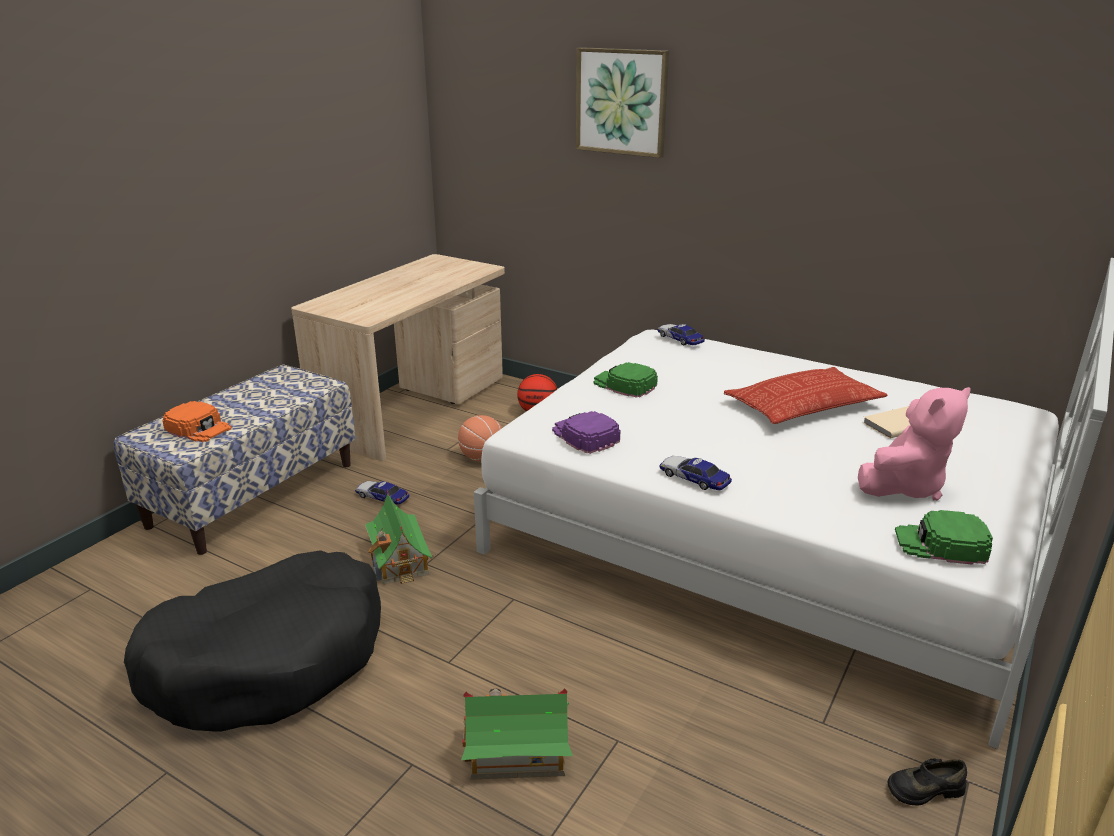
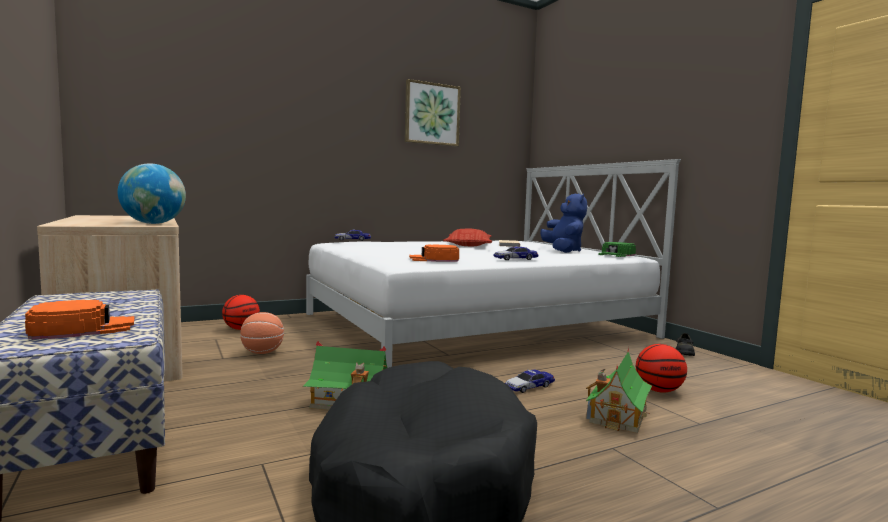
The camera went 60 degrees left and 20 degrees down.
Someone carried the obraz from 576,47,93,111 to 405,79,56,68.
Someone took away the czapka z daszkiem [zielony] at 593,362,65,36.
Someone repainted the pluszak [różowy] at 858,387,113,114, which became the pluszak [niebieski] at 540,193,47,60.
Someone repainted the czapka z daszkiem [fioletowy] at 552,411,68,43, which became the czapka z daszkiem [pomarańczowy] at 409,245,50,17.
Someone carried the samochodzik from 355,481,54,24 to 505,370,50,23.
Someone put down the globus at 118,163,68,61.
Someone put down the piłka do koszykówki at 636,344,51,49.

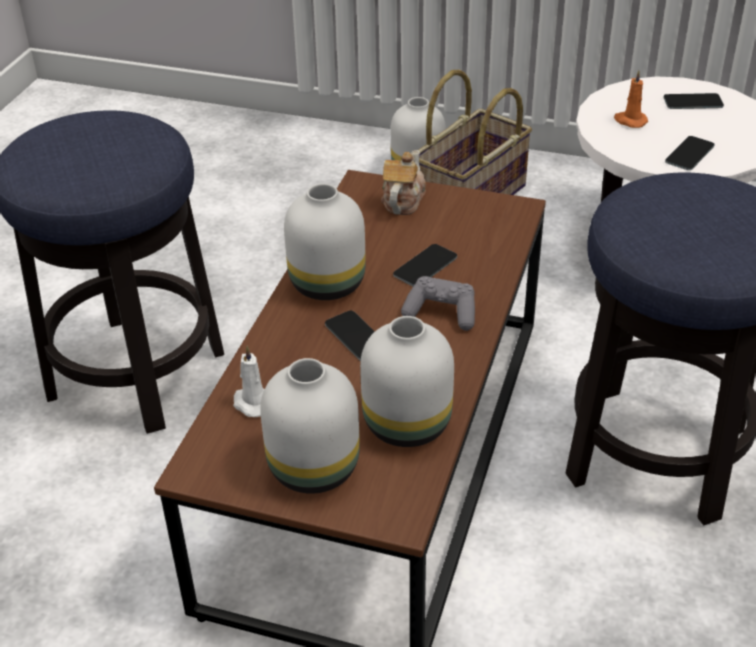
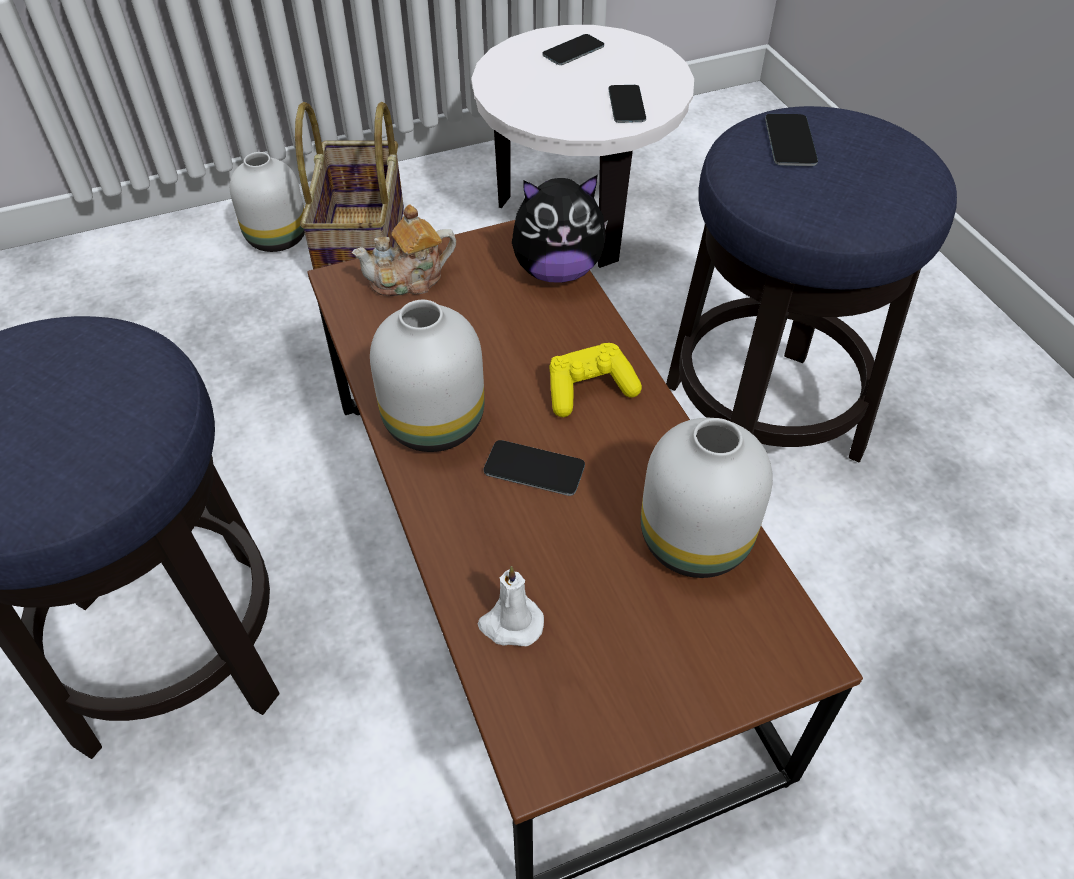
The camera went 40 degrees left and 10 degrees up.
Someone took away the świeca [pomarańczowy] at 614,70,34,58.
Someone rotated the imbryk at 381,150,45,65 by 90 degrees counterclockwise.
Someone carried the telefon from 393,244,64,42 to 765,114,53,52.
Someone repainted the pad do gier [szary] at 401,276,74,55, which became the pad do gier [żółty] at 549,343,93,74.
Someone took away the wazon [biały] at 260,358,100,136.
Someone put down the pluszak at 512,175,97,108.

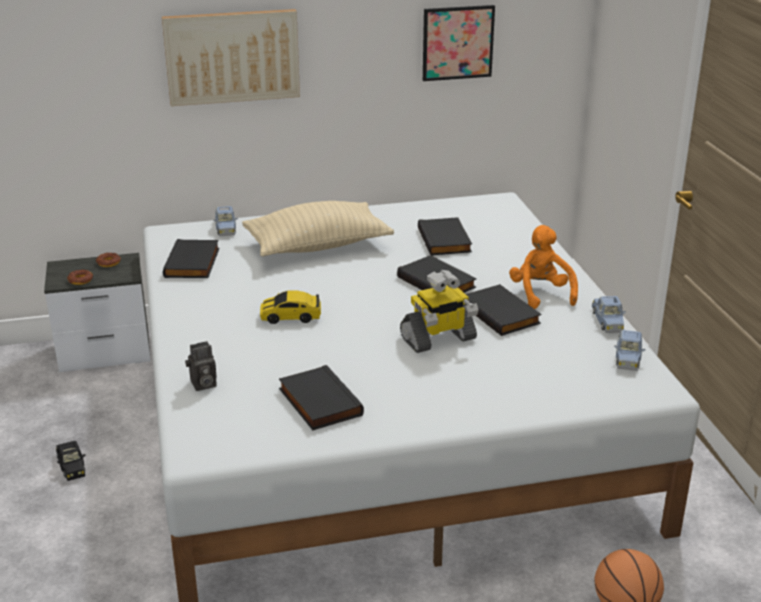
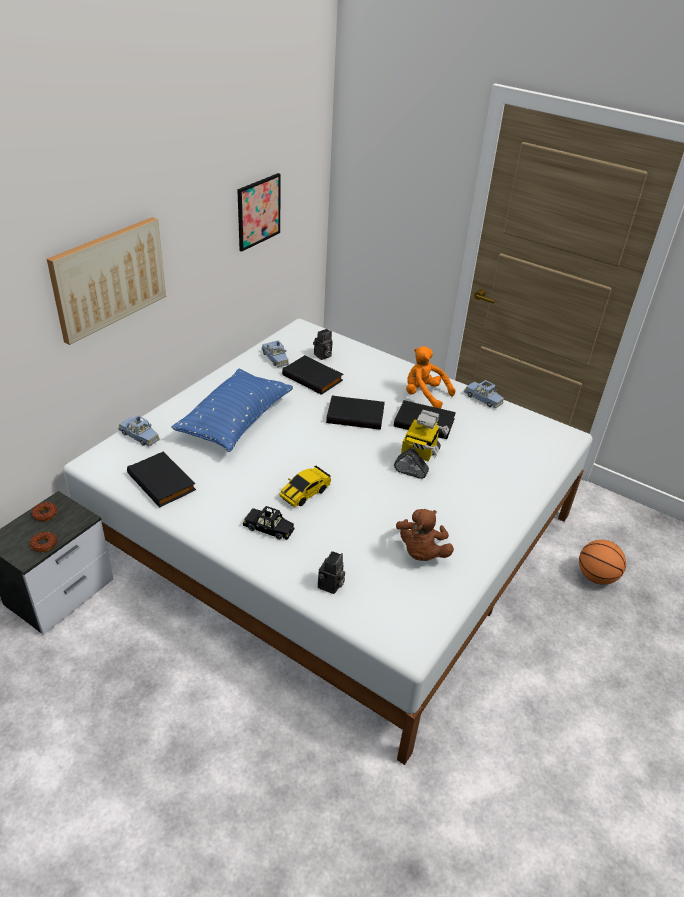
The camera went 45 degrees left and 10 degrees up.
Someone repainted the poduszka [beżowy] at 242,201,152,55, which became the poduszka [niebieski] at 171,368,122,84.
Someone carried the samochodzik [niebieski] from 614,330,31,41 to 261,340,28,27.
Someone swapped the książka [czarny] at 279,365,85,65 for the pluszak [brązowy] at 396,509,58,52.
Someone carried the samochodzik [czarny] from 56,441,29,40 to 243,506,51,34.
Someone put down the aparat fotograficzny at 313,329,20,31.

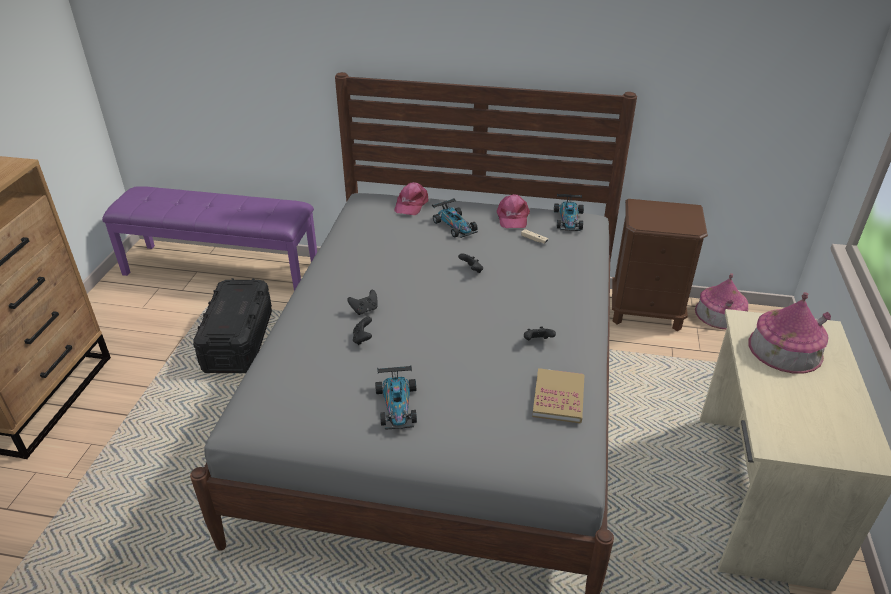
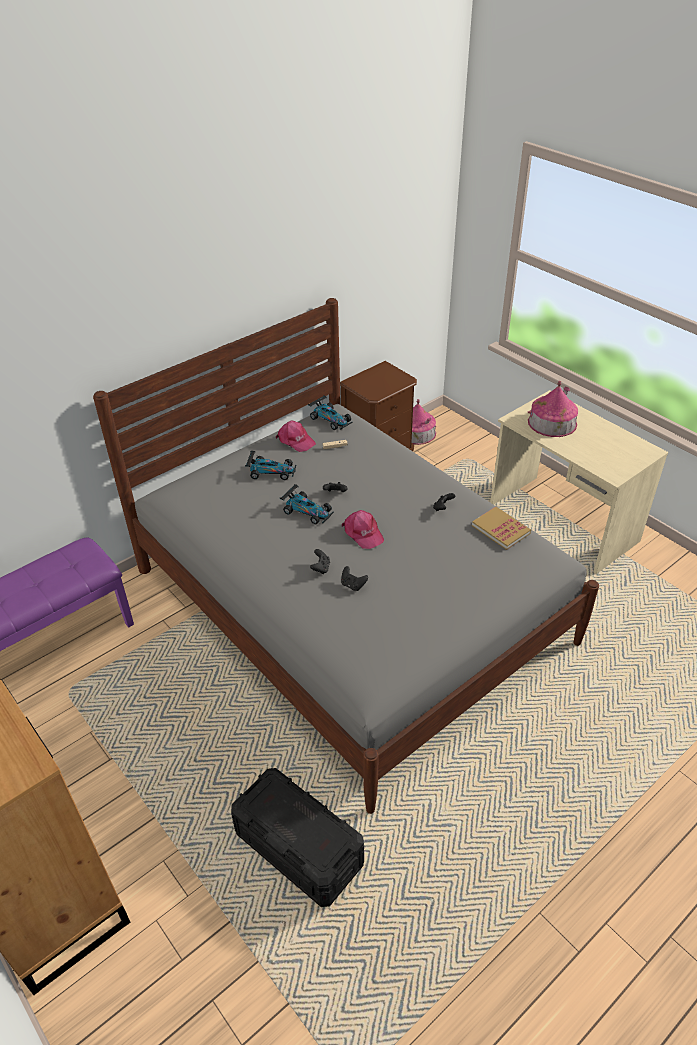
The camera went 50 degrees left and 5 degrees up.
Someone carried the czapka z daszkiem [różowy] from 394,182,35,33 to 342,510,42,39.
Someone carried the pojemnik do przechowywania [czarny] from 193,278,79,95 to 231,768,133,139.
Someone carried the samochodzik from 375,366,42,64 to 280,484,54,40.

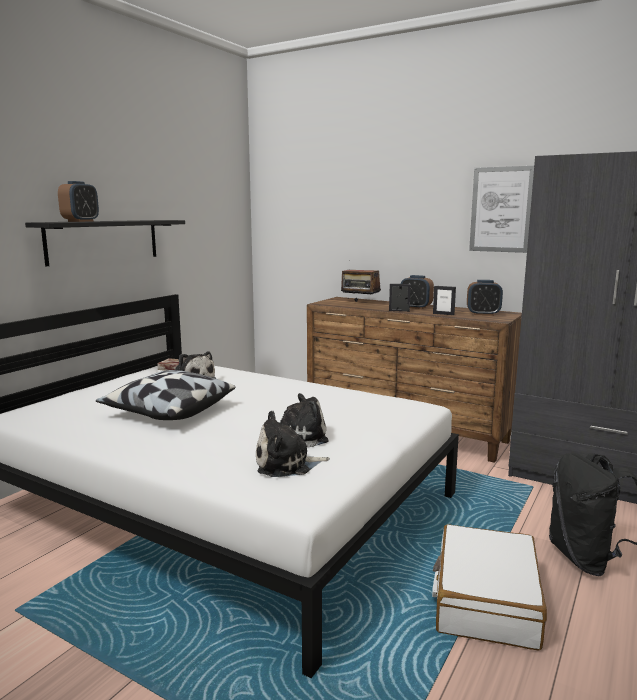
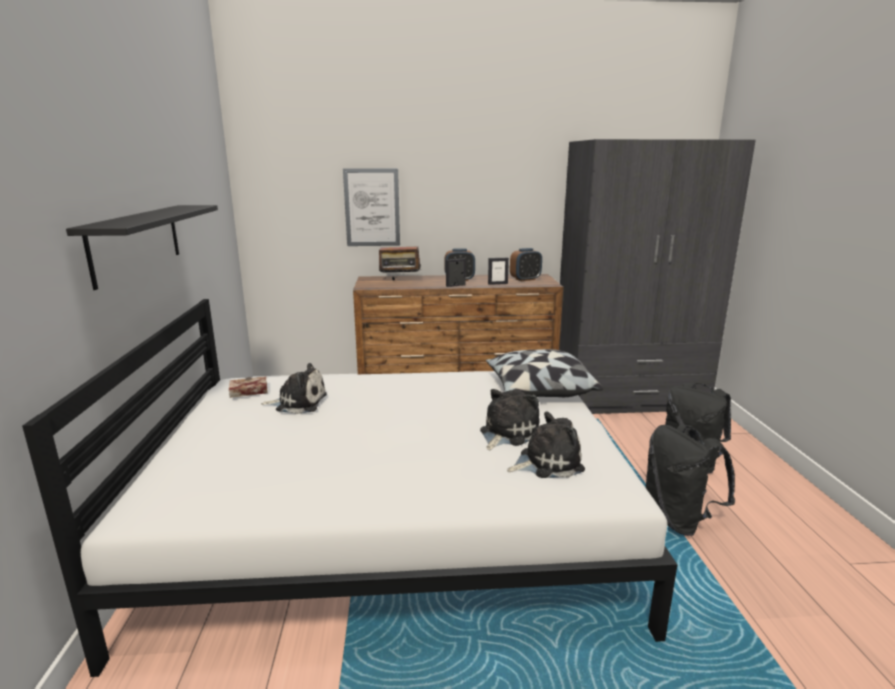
The camera went 35 degrees left and 5 degrees up.
Someone carried the obraz from 469,166,65,87 to 343,168,57,78.
Someone took away the budzik at 58,181,41,41.
Someone carried the poduszka from 96,370,139,50 to 486,349,117,48.
Someone rotated the pluszak at 256,411,74,66 by 150 degrees counterclockwise.
Someone swapped the walizka [biały] at 432,524,115,127 for the plecak [czarny] at 646,424,89,112.

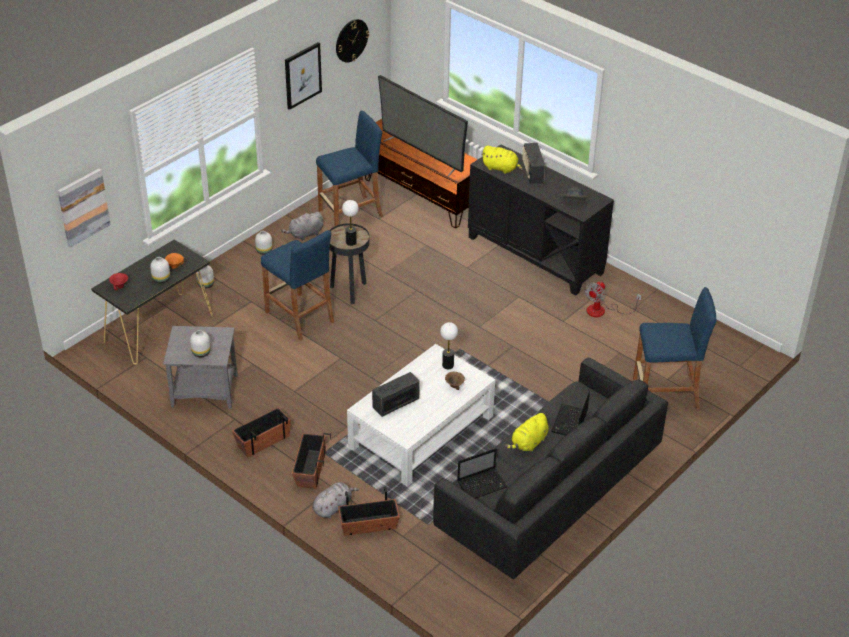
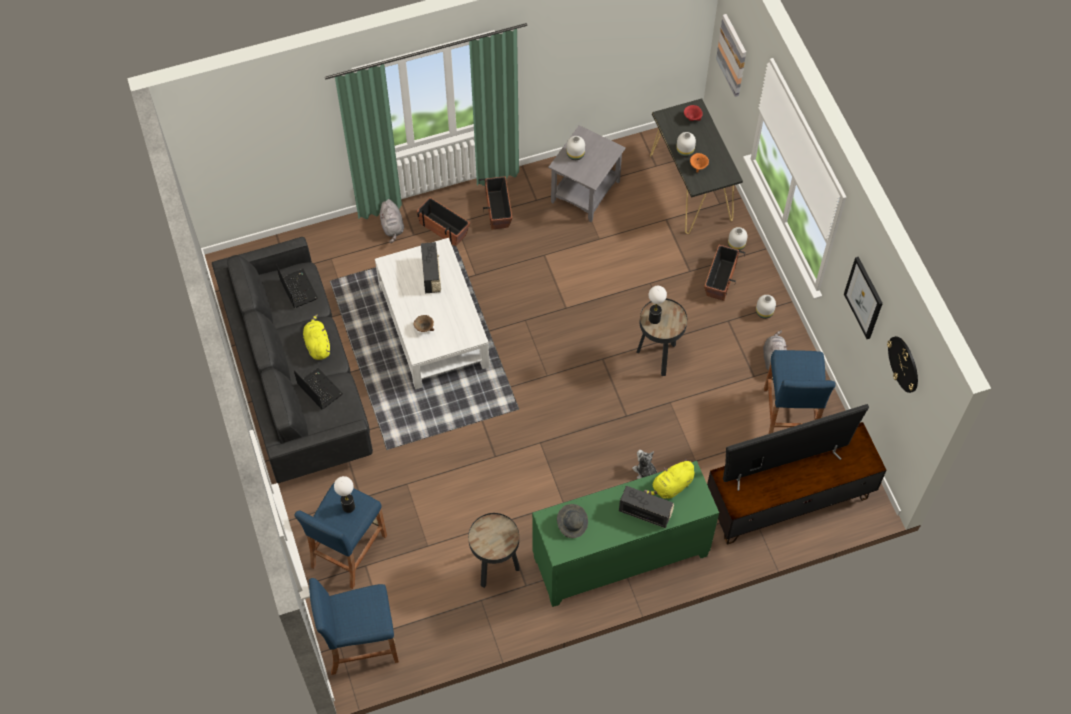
The camera went 120 degrees right and 20 degrees up.
Someone repainted the szafka [czarny] at 468,144,146,152, which became the szafka [zielony] at 532,461,187,146.
Someone carried the stołek [niebieski] from 261,230,73,111 to 309,578,90,97.
Someone swapped the wentylator at 584,281,58,36 for the stolik [czarny] at 468,513,52,75.
Someone carried the lampa stołowa from 440,322,18,47 to 334,476,21,37.
Someone rotated the laptop at 457,448,51,50 by 150 degrees clockwise.
Someone carried the donica from 338,486,62,50 to 704,245,41,56.
Someone put down the pluszak at 632,450,25,29.

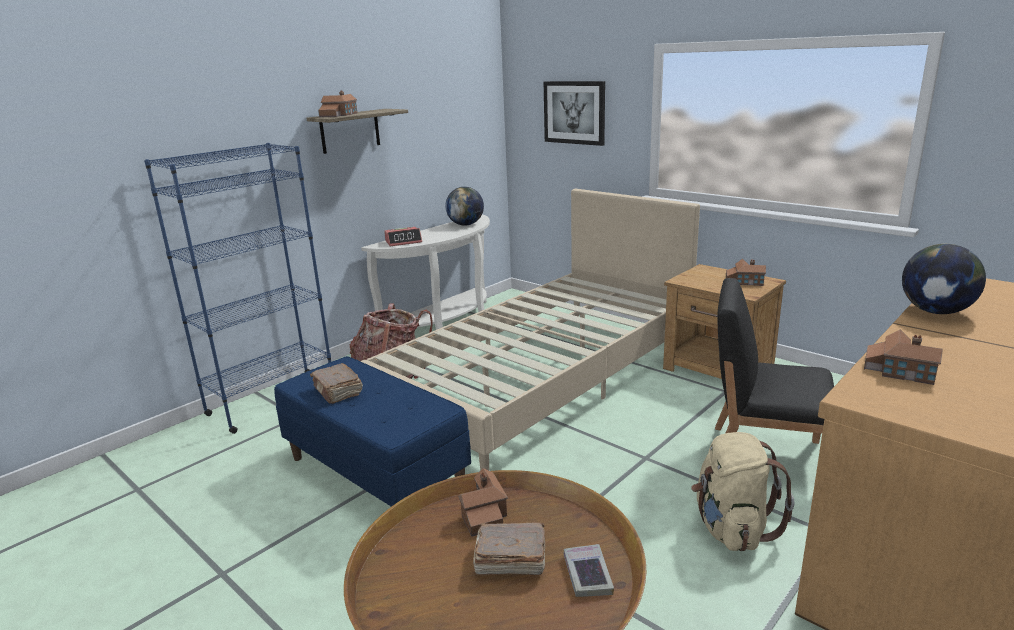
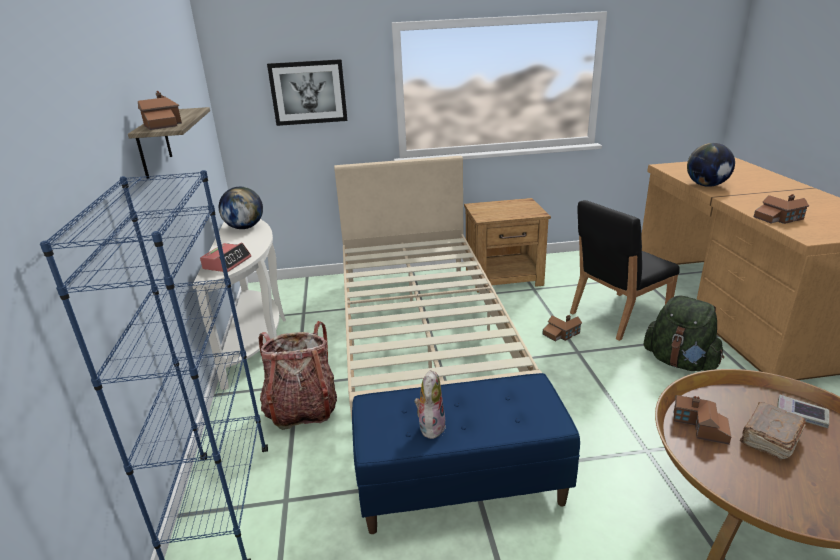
The camera went 50 degrees left and 5 degrees up.
Someone carried the domek from 726,259,40,27 to 542,315,40,27.
Someone swapped the książka [brązowy] at 310,363,53,41 for the pluszak at 414,370,32,69.
Someone repainted the plecak [beżowy] at 691,432,103,119, which became the plecak [zielony] at 644,296,80,75.

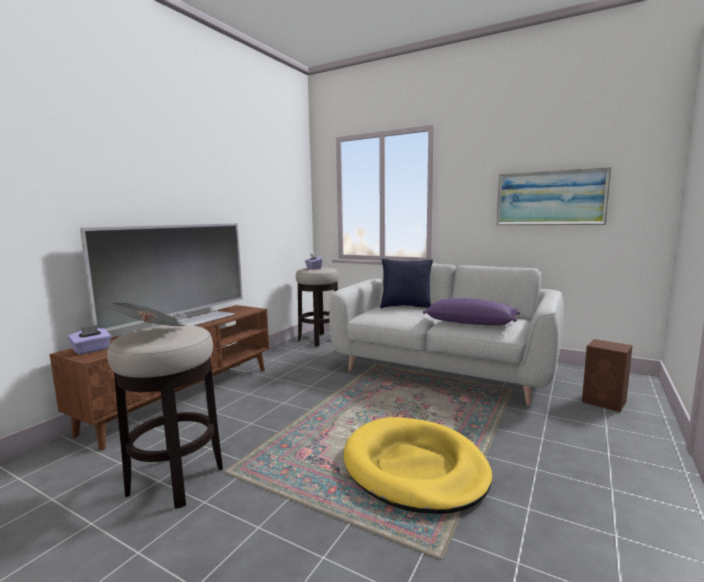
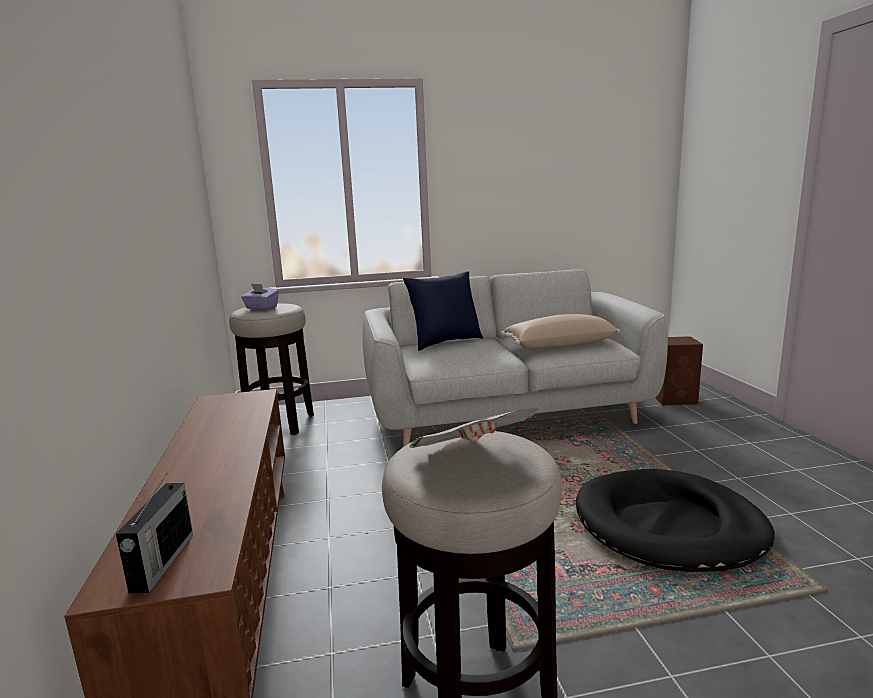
The camera went 40 degrees left and 5 degrees up.
Someone took away the obraz at 496,167,115,58.
Someone took away the telewizor at 80,223,163,108.
Someone repainted the poduszka [fioletowy] at 423,298,97,27, which became the poduszka [beżowy] at 501,314,119,35.
Someone swapped the pudełko chusteczek [fioletowy] at 68,325,44,30 for the radio at 116,473,77,120.
Someone repainted the legowisko [żółty] at 344,417,148,97, which became the legowisko [czarny] at 575,469,200,103.

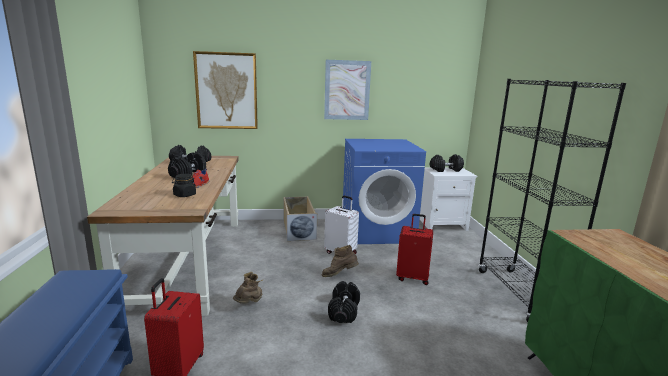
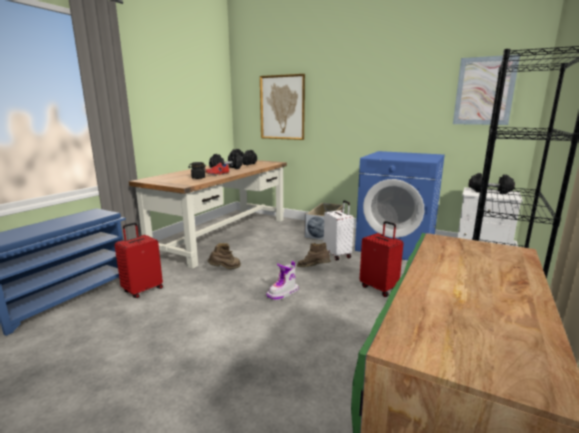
The camera went 35 degrees right and 0 degrees up.
Someone carried the obraz from 324,60,47,60 to 453,55,67,70.
Someone swapped the hantel [czarny] at 328,281,32,42 for the but z cholewką at 266,261,32,39.

